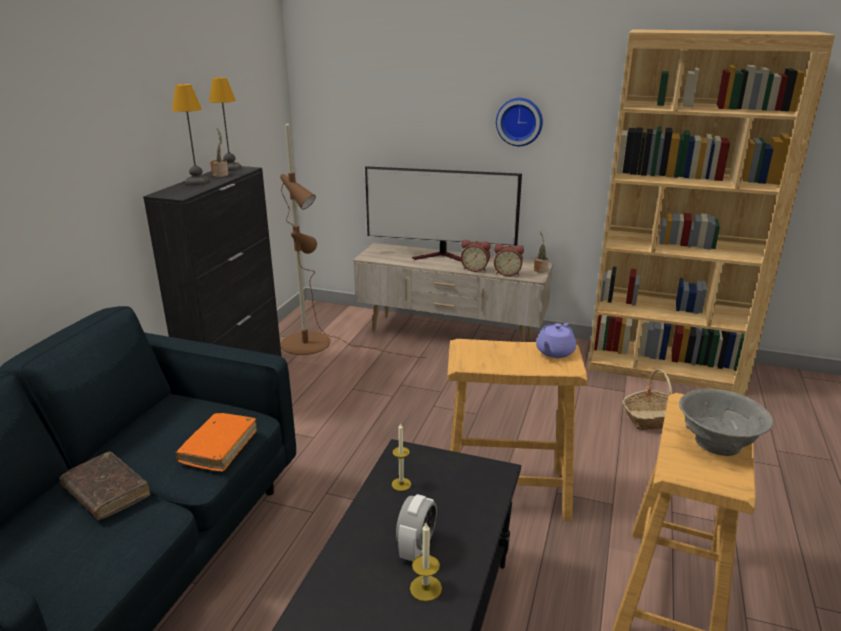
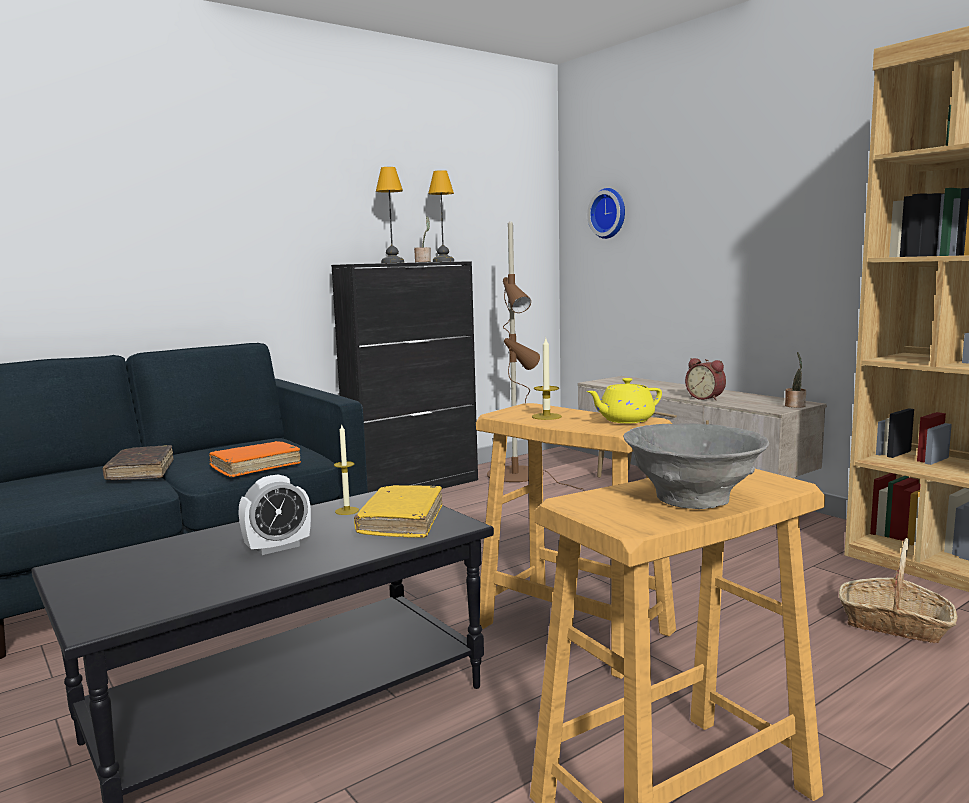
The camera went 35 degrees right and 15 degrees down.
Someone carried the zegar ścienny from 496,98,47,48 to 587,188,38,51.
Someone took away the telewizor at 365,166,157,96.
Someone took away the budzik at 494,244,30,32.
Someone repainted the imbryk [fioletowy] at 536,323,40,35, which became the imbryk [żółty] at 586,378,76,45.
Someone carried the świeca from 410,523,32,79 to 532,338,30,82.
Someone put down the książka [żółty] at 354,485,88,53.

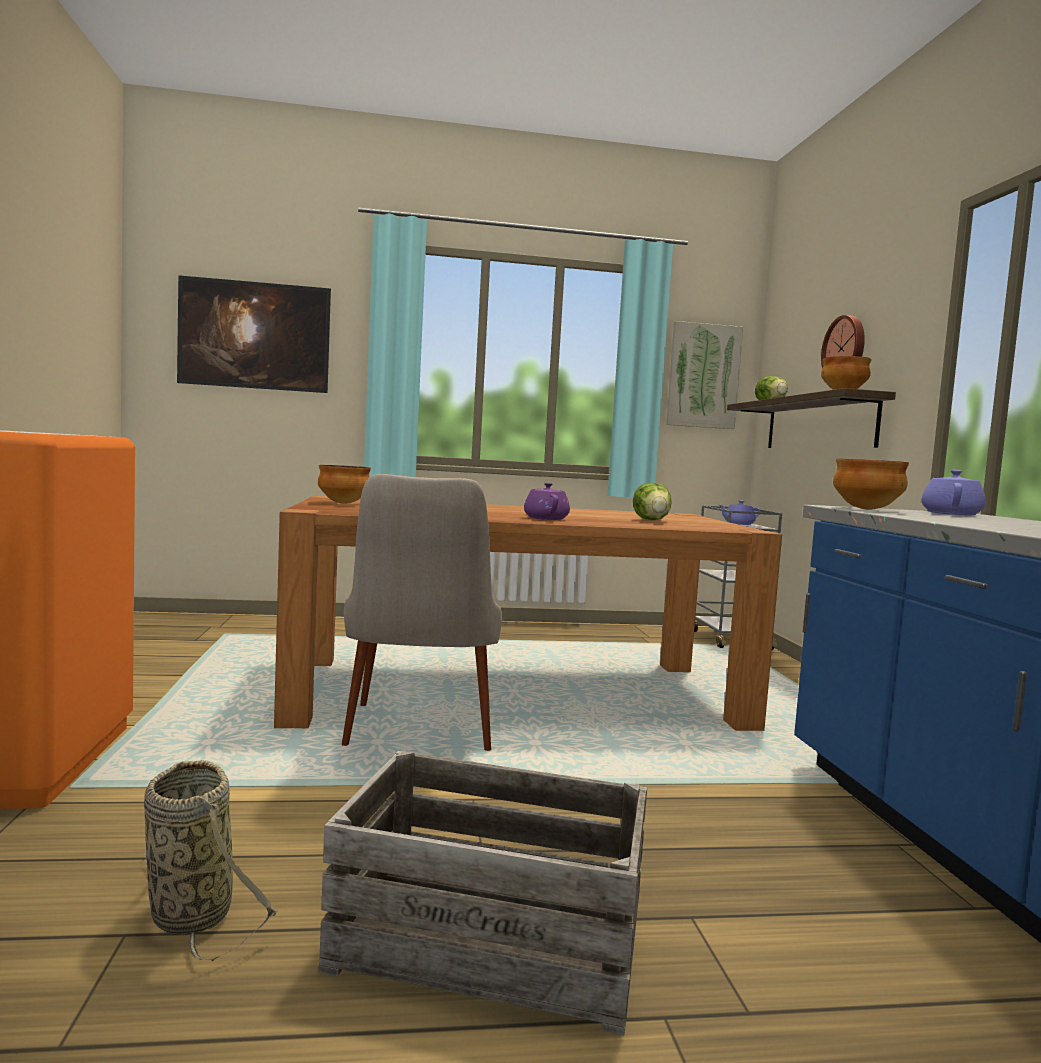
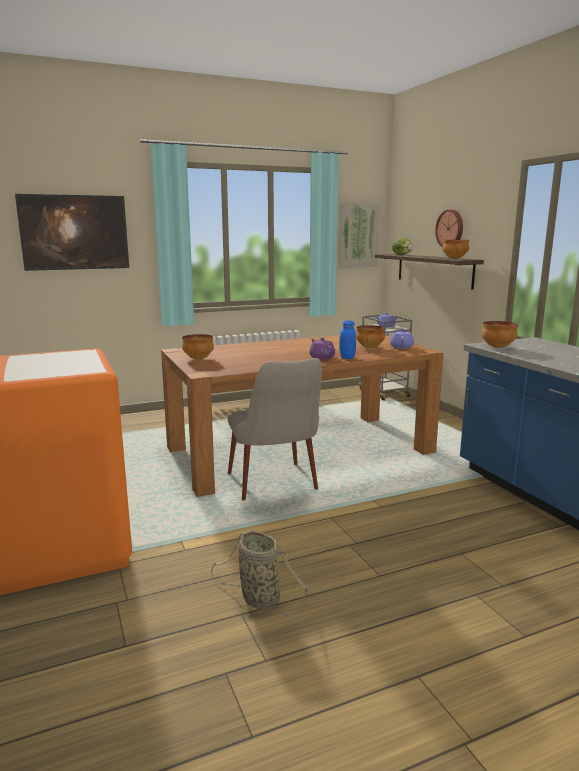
The camera went 15 degrees left and 10 degrees up.
Someone carried the imbryk [fioletowy] from 921,470,65,45 to 390,329,24,20.
Someone swapped the sałata at 633,483,39,37 for the miska at 356,325,29,23.
Someone took away the skrzynka at 318,751,329,284.
Someone put down the słoik [niebieski] at 339,320,17,39.

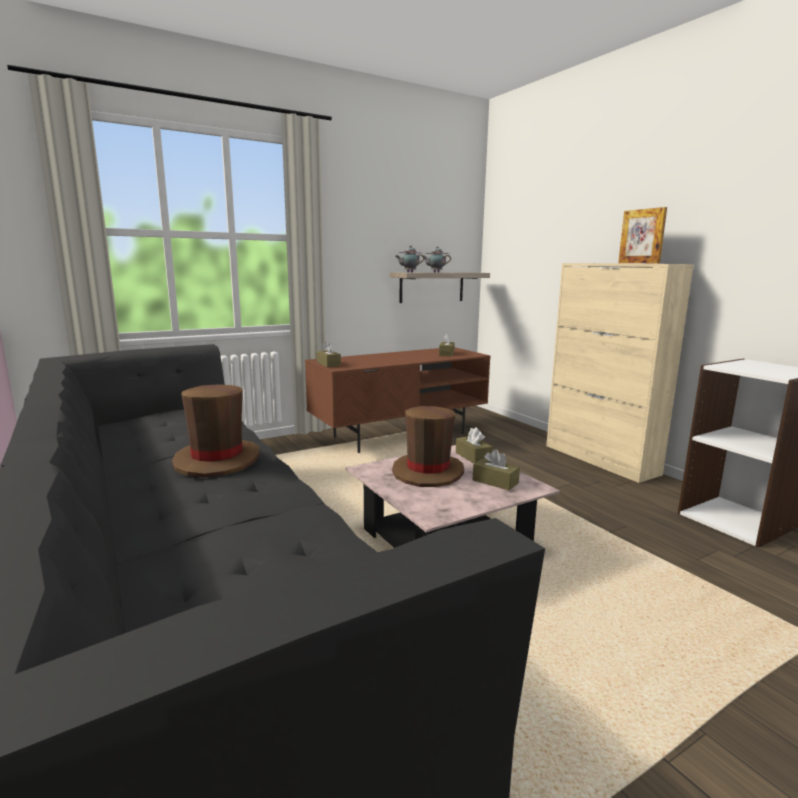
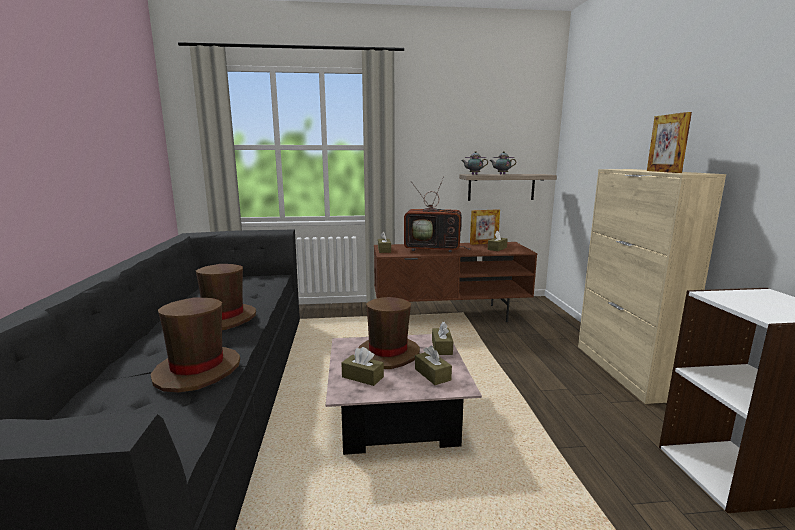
The camera went 25 degrees right and 0 degrees up.
Someone put down the telewizor at 404,176,67,76.
Someone put down the ramka na zdjęcie at 470,209,30,36.
Someone put down the kapelusz [brązowy] at 150,298,90,94.
Someone put down the pudełko chusteczek [brązowy] at 341,347,43,39.

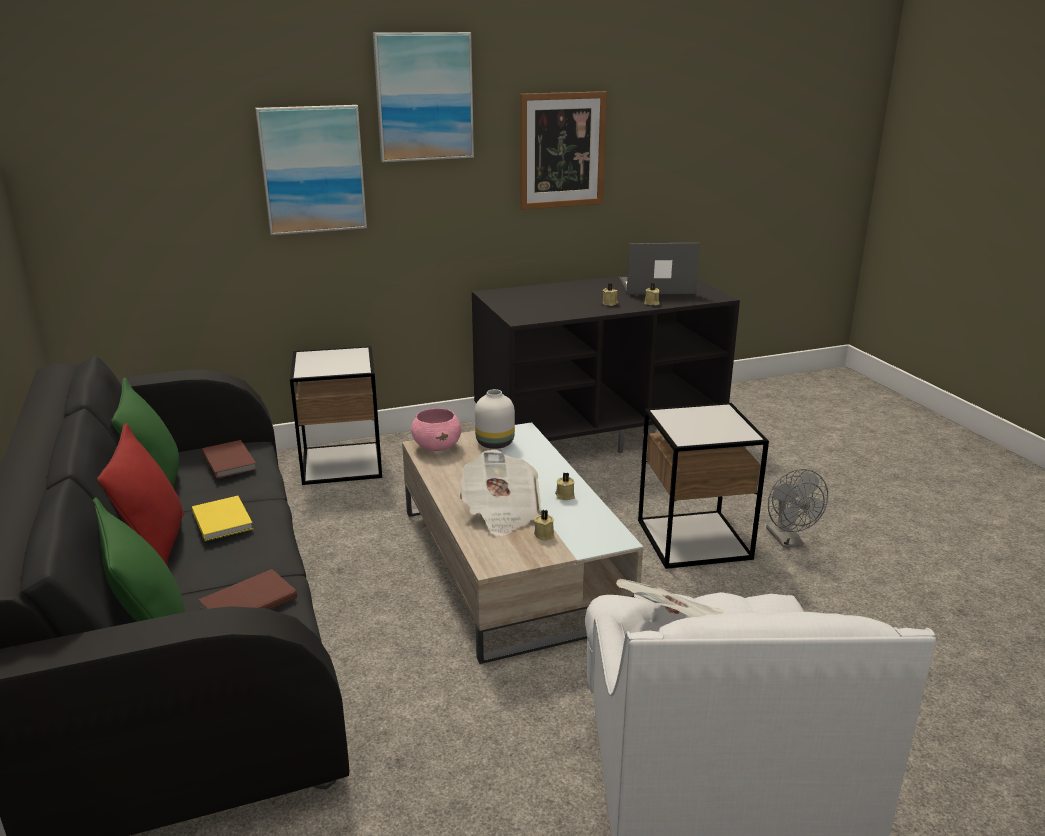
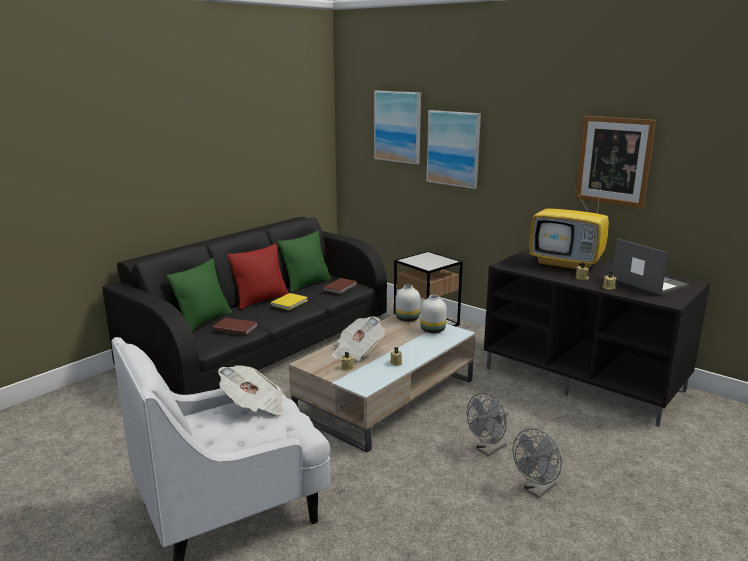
The camera went 60 degrees right and 5 degrees down.
Someone carried the obraz from 373,32,101,130 to 374,90,47,74.
Someone swapped the stolik at 638,403,131,166 for the wentylator [szary] at 467,393,42,63.
Someone swapped the miska [różowy] at 411,408,50,43 for the wazon [biały] at 395,285,25,37.
Someone put down the telewizor at 529,177,80,92.

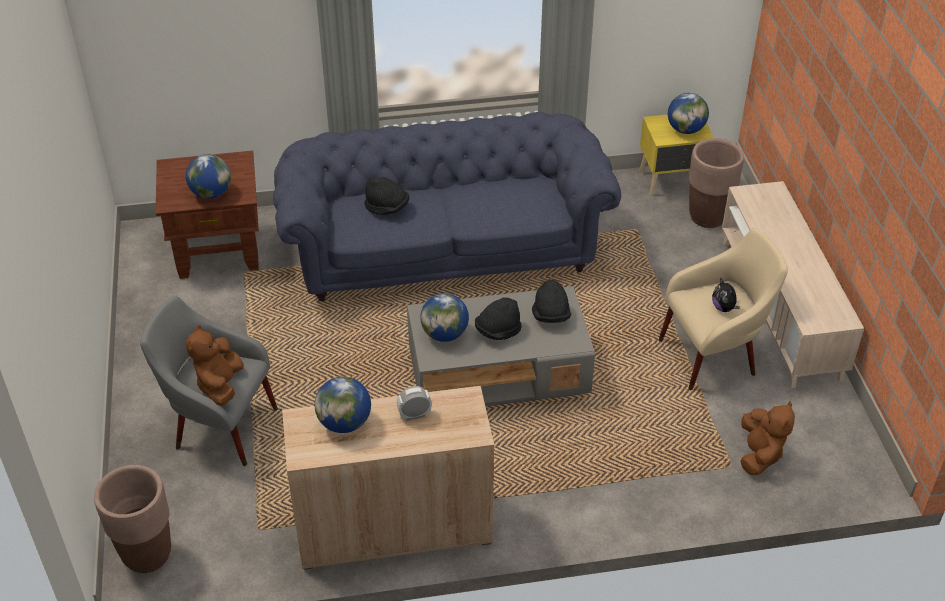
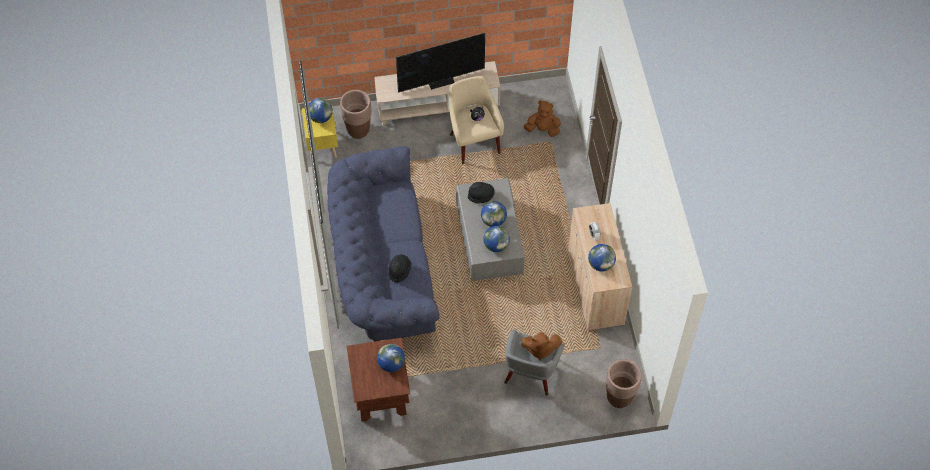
The camera went 90 degrees left and 15 degrees up.
Someone swapped the kapelusz [czarny] at 475,297,47,43 for the globus at 481,201,26,26.
Someone put down the telewizor at 396,33,89,60.

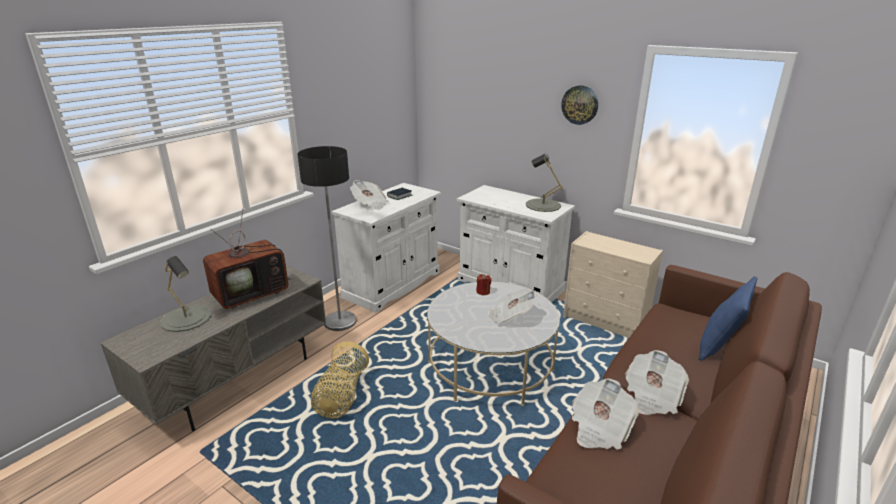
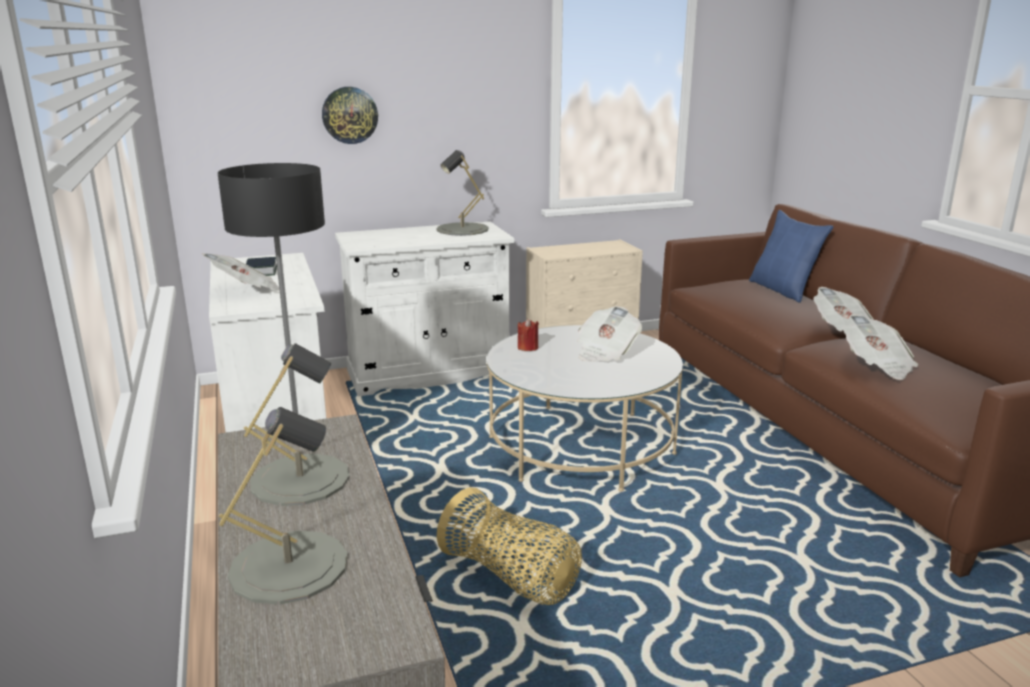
The camera went 55 degrees left and 5 degrees down.
Someone carried the zegar ścienny from 561,85,37,40 to 322,87,56,57.
Someone swapped the telewizor at 203,208,89,101 for the lampa stołowa [szary] at 244,343,106,163.

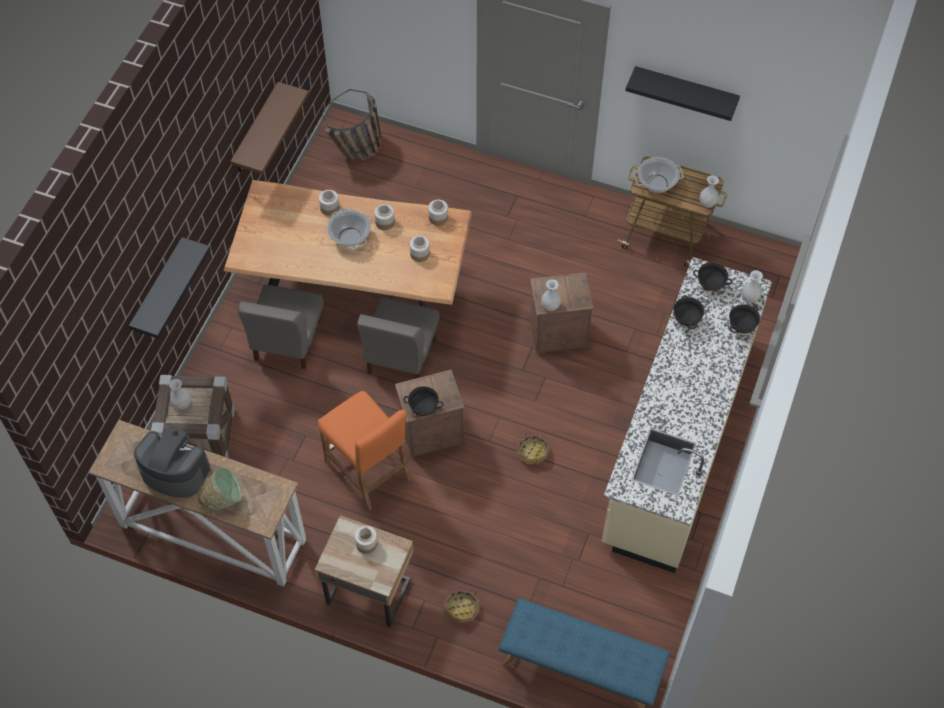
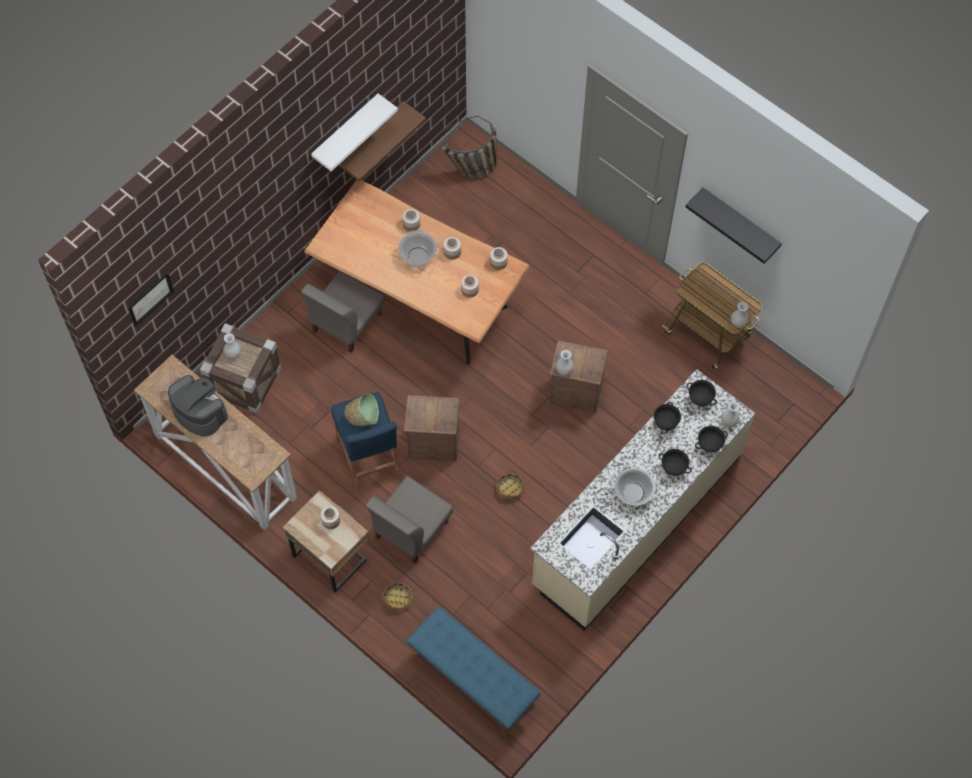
The camera went 20 degrees right and 5 degrees up.
Someone carried the garnek from 633,157,51,36 to 610,468,49,38.
Someone took away the półka [czarny] at 129,237,82,102.
Someone carried the krzesło [szary] from 357,297,83,82 to 366,476,87,88.
Someone carried the miska [czarny] from 403,386,41,30 to 659,449,33,27.
Someone repainted the stołek [pomarańczowy] at 318,391,94,120, which became the stołek [niebieski] at 331,392,70,99.
Someone carried the miska [zielony] from 198,467,44,44 to 344,394,35,32.
Someone put up the półka [biały] at 311,94,87,77.
Someone put up the obraz at 128,272,46,55.

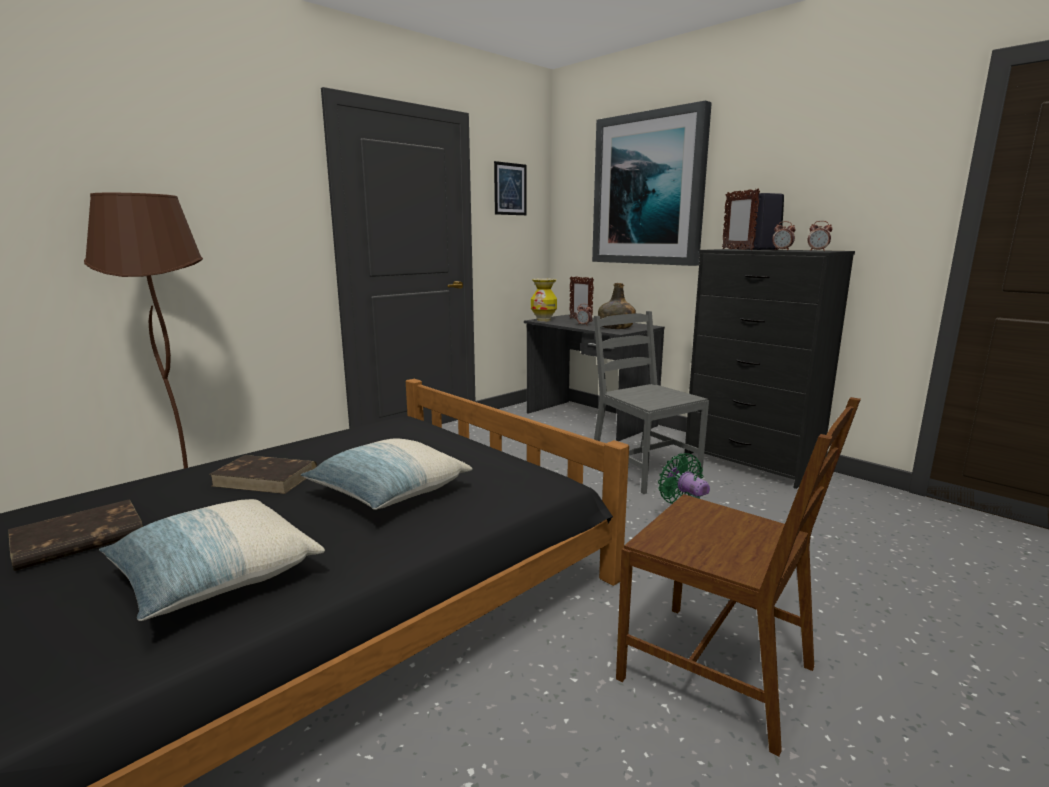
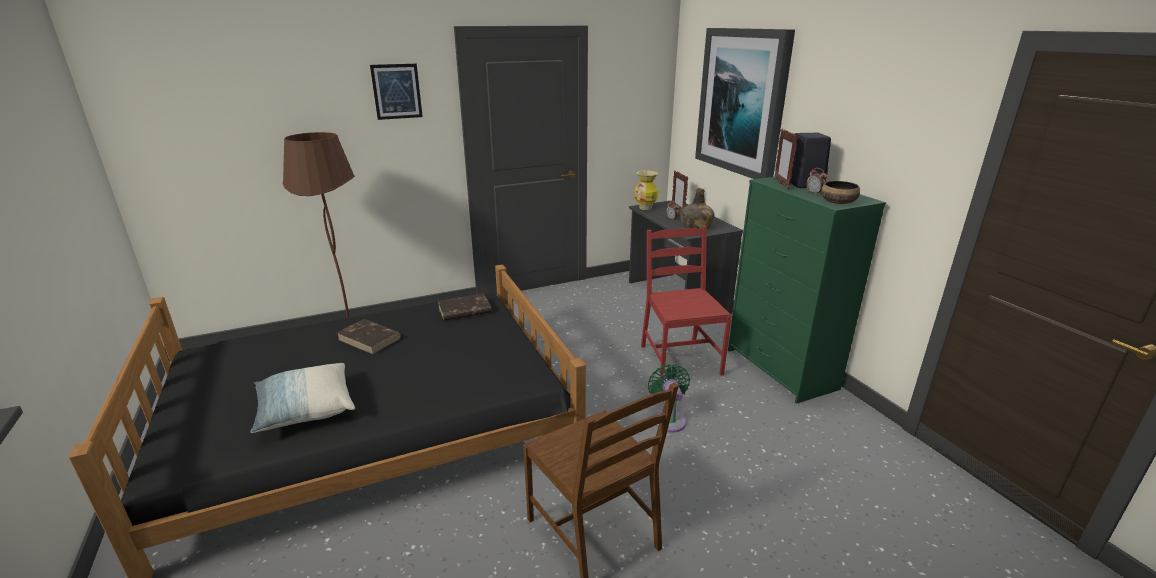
The camera went 20 degrees right and 10 degrees up.
Someone carried the obraz from 494,161,33,54 to 370,64,53,56.
Someone swapped the budzik at 808,221,25,30 for the miska at 821,181,39,23.
Someone repainted the komoda [czarny] at 685,249,170,240, which became the komoda [zielony] at 728,177,158,227.
Someone repainted the krzesło [szary] at 594,311,115,183, which became the krzesło [czerwony] at 641,226,91,150.
Someone took away the poduszka at 301,439,171,71.
Someone carried the książka [brązowy] from 8,499,135,72 to 438,293,54,28.

